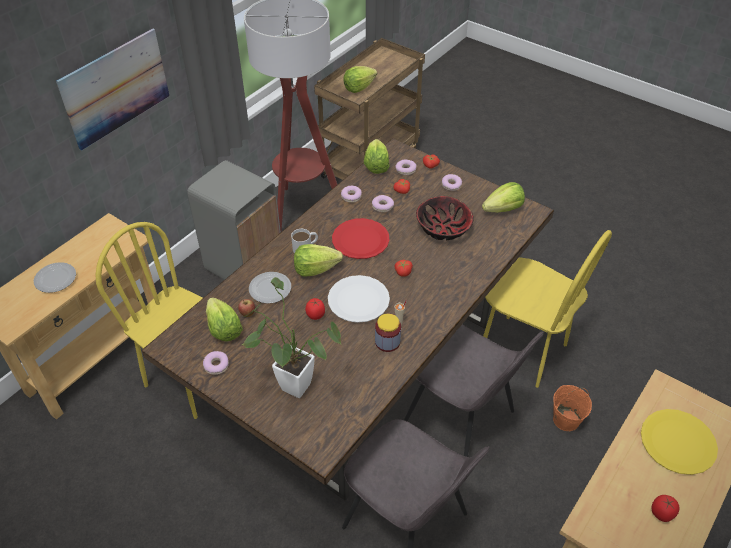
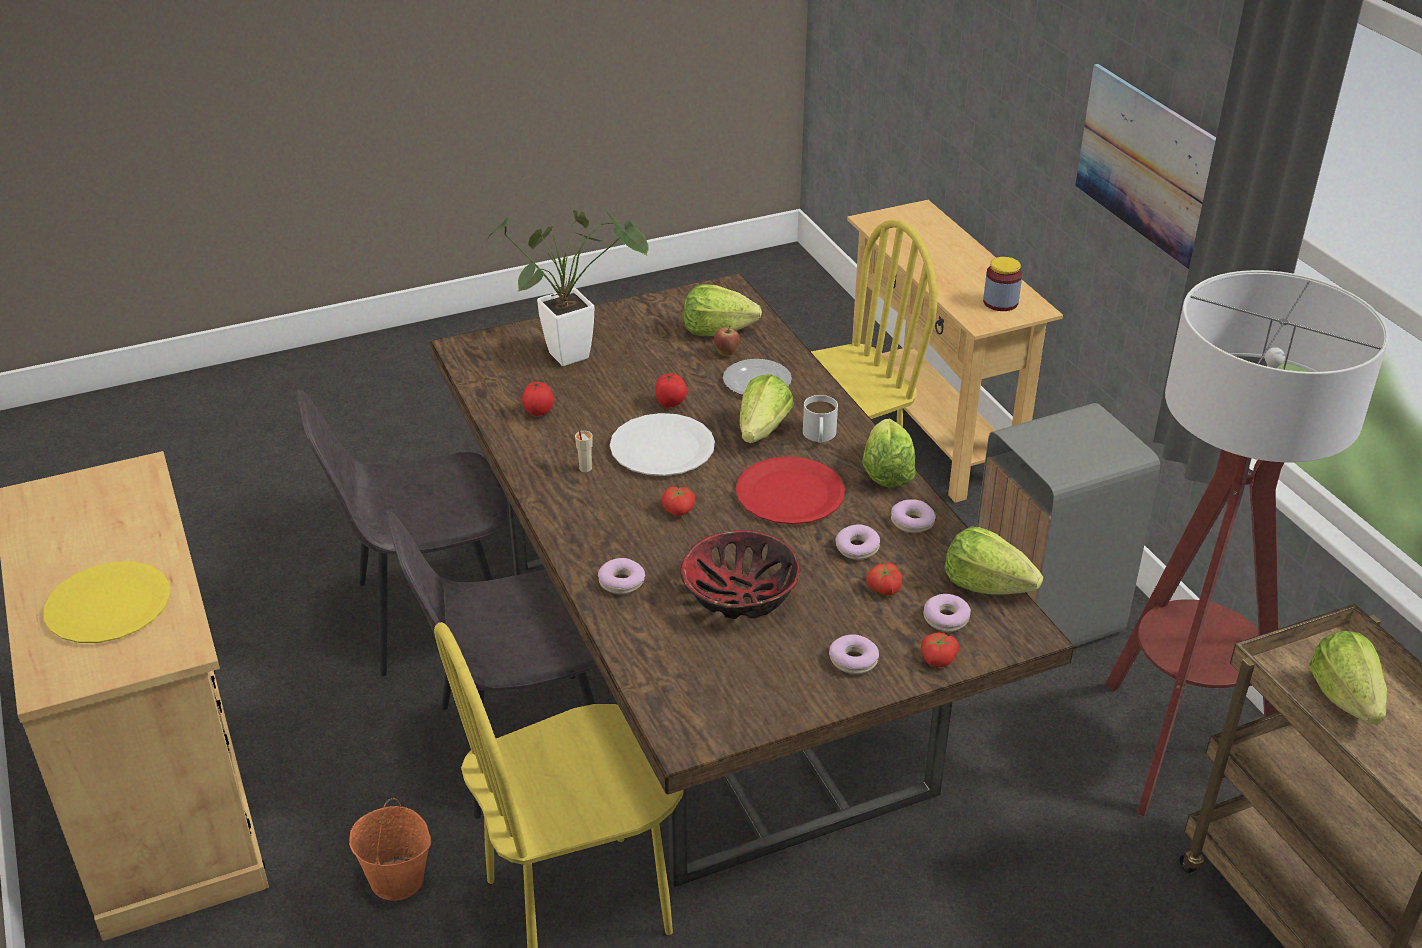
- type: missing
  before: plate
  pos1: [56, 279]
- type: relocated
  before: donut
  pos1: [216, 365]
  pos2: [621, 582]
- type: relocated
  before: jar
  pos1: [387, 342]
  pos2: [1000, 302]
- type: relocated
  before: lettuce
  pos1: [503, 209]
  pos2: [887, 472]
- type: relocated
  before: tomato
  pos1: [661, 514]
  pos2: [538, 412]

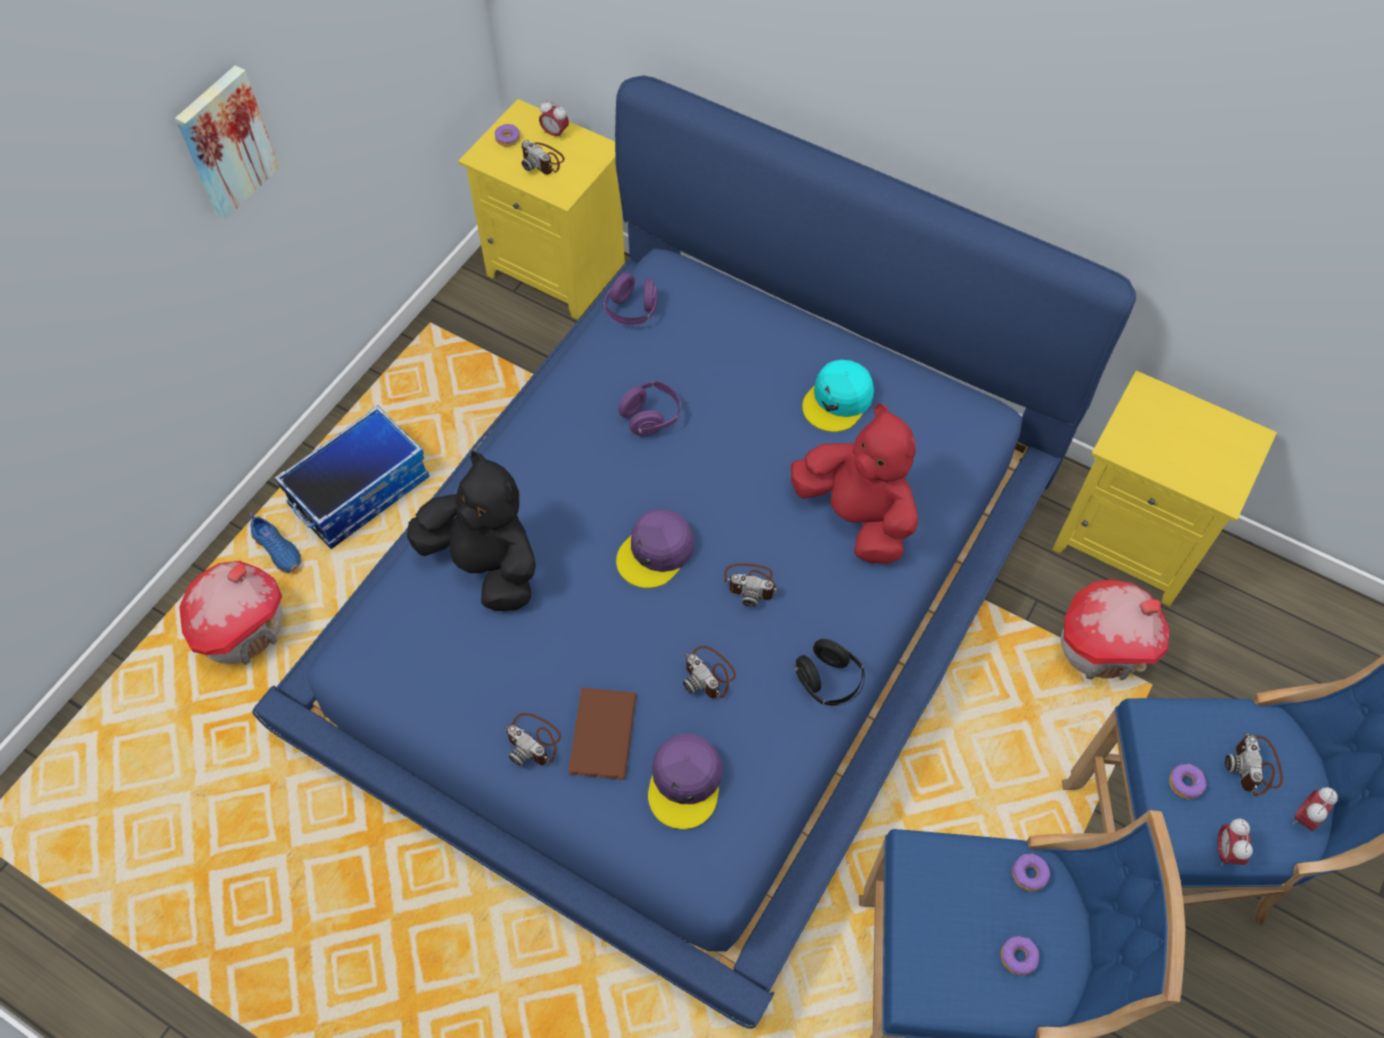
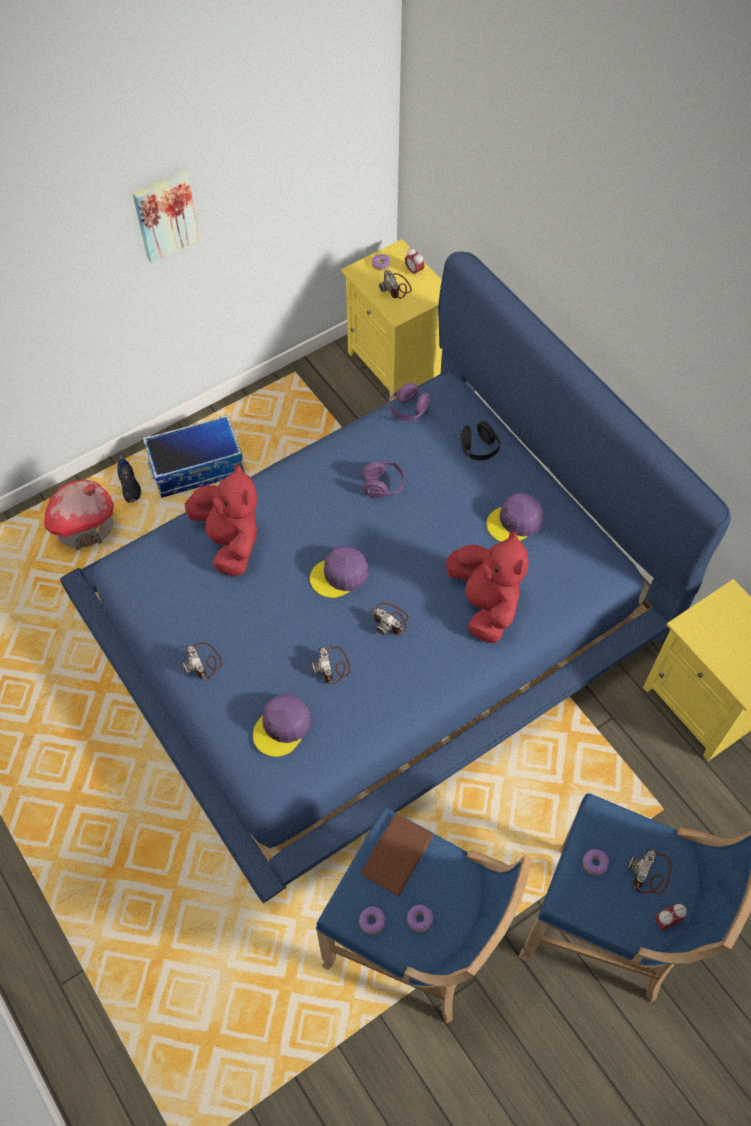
- type: missing
  before: toy house
  pos1: [1102, 648]
- type: missing
  before: alarm clock
  pos1: [1225, 851]
- type: relocated
  before: brown book
  pos1: [600, 736]
  pos2: [394, 855]
- type: relocated
  before: black headphones
  pos1: [828, 681]
  pos2: [479, 449]
- type: relocated
  before: donut
  pos1: [1029, 874]
  pos2: [371, 921]
- type: colour
  before: blue shoe
  after: black shoe
  pos1: [279, 549]
  pos2: [130, 485]
- type: colour
  before: black plush toy
  after: red plush toy
  pos1: [486, 565]
  pos2: [230, 541]
- type: colour
  before: turquoise cap
  after: purple cap
  pos1: [838, 401]
  pos2: [515, 522]

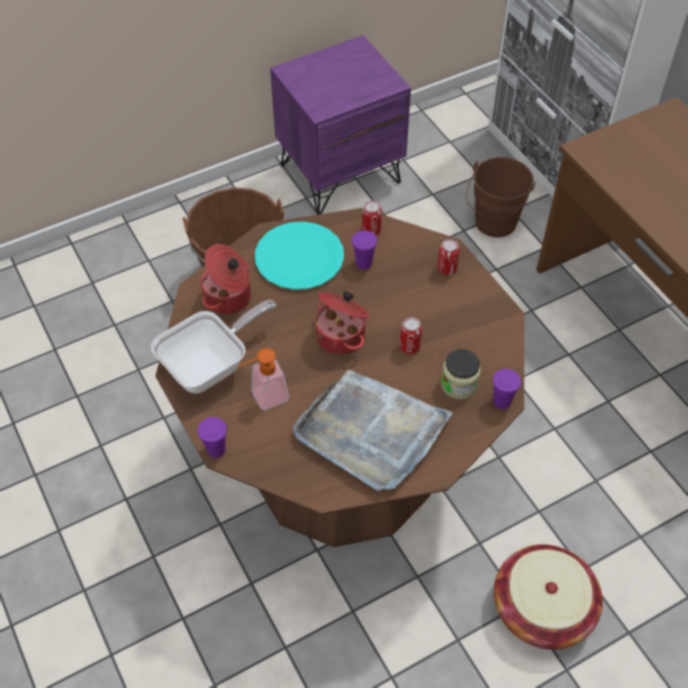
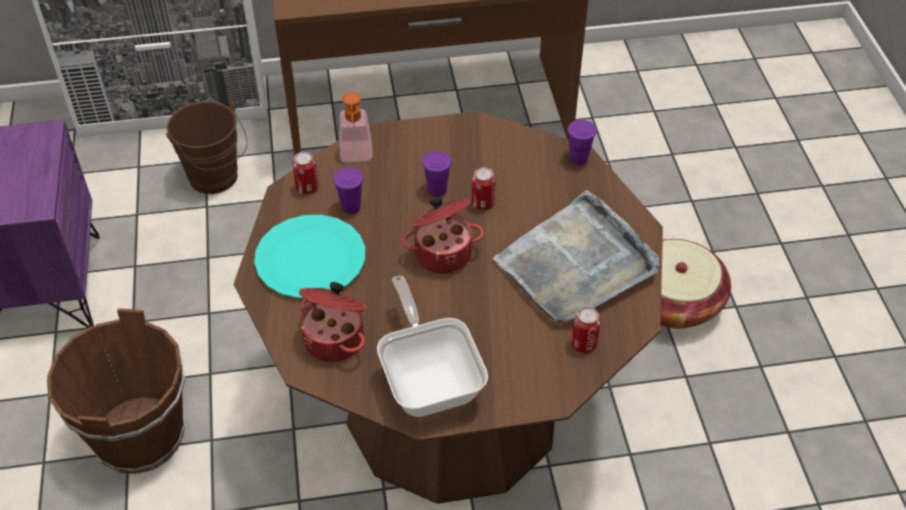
- type: missing
  before: jar
  pos1: [459, 384]
- type: relocated
  before: purple cup
  pos1: [216, 450]
  pos2: [437, 190]
- type: relocated
  before: soap dispenser
  pos1: [264, 398]
  pos2: [356, 157]
- type: relocated
  before: can
  pos1: [447, 269]
  pos2: [583, 344]

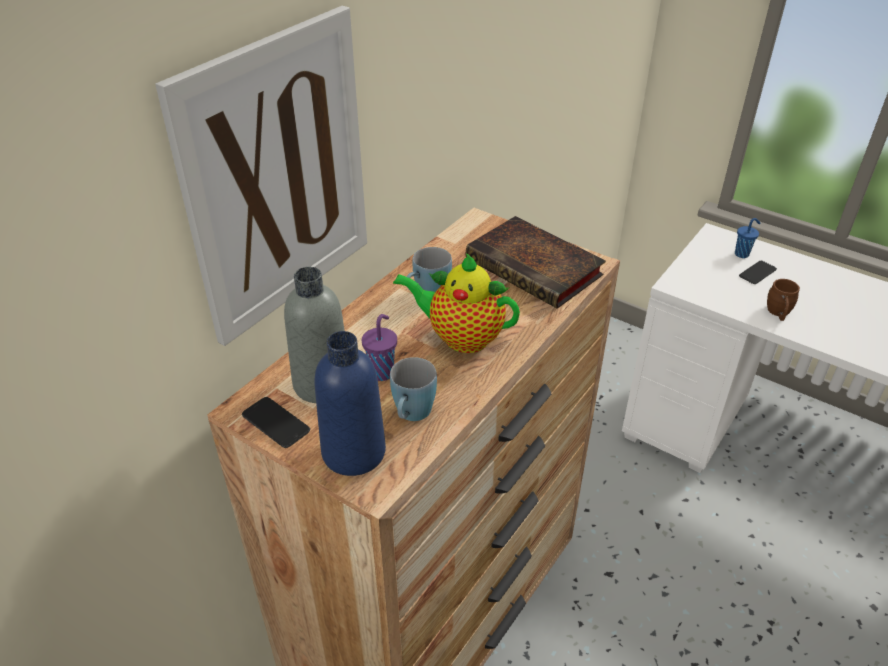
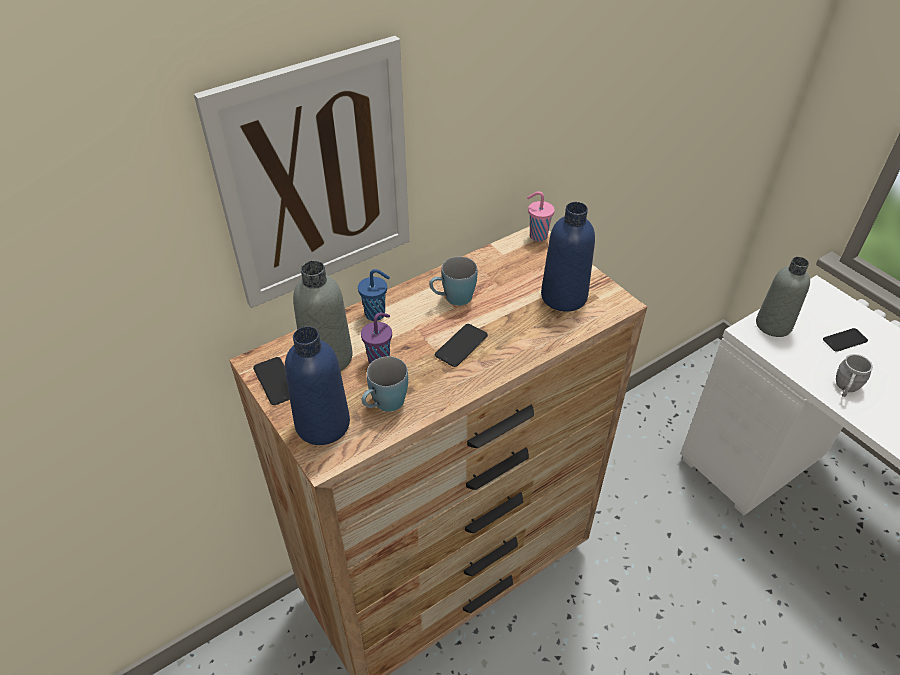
- type: appeared
  after: pink cup
  pos2: [537, 236]
- type: appeared
  after: grey bottle
  pos2: [773, 325]
- type: relocated
  before: blue cup
  pos1: [742, 254]
  pos2: [376, 314]
- type: exchanged
  before: teapot
  after: phone
  pos1: [461, 337]
  pos2: [461, 346]
- type: exchanged
  before: book
  after: blue bottle
  pos1: [537, 269]
  pos2: [564, 296]
- type: colour
  before: brown mug
  after: grey mug
  pos1: [778, 314]
  pos2: [845, 388]

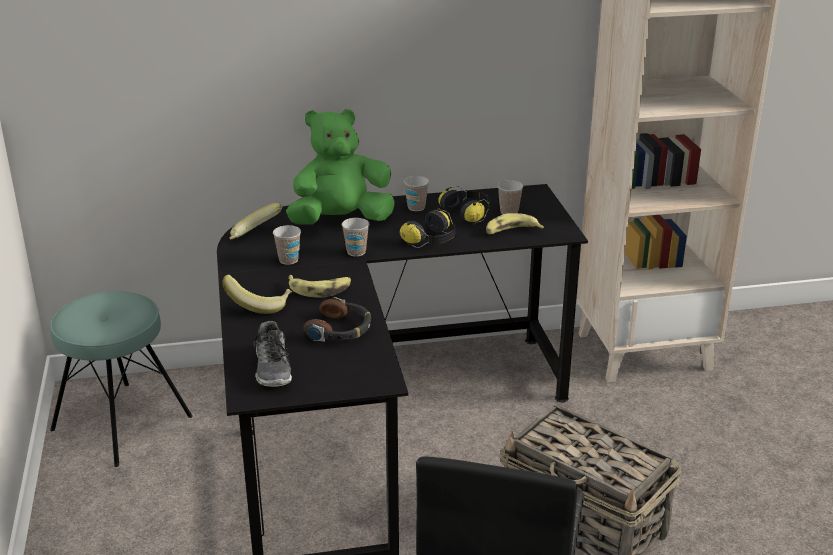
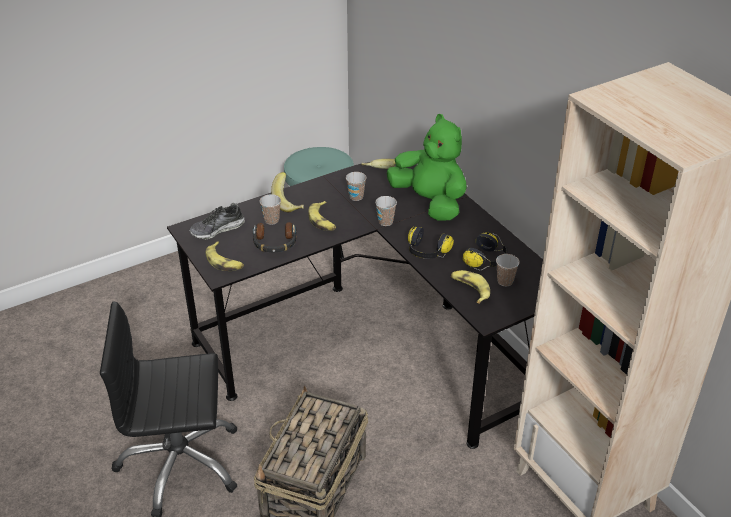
- type: appeared
  after: banana
  pos2: [224, 262]
- type: relocated
  before: cup
  pos1: [416, 207]
  pos2: [271, 220]

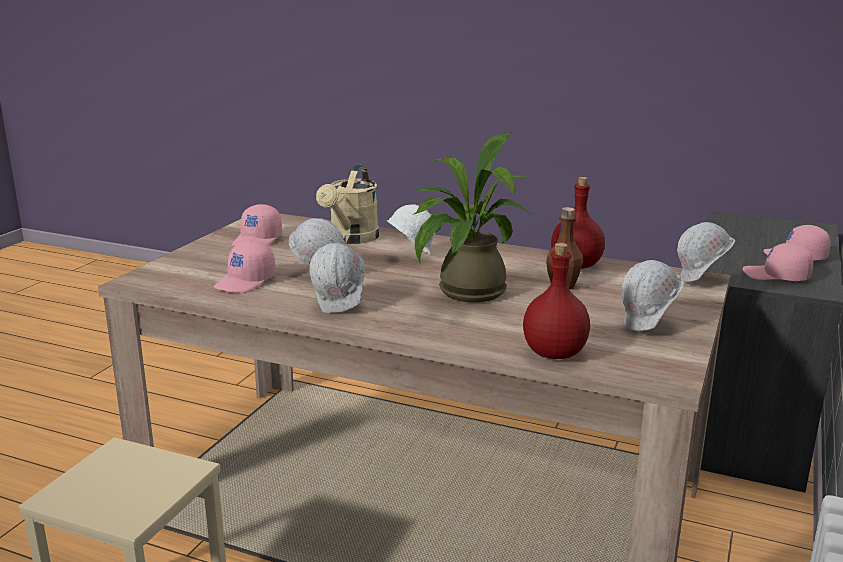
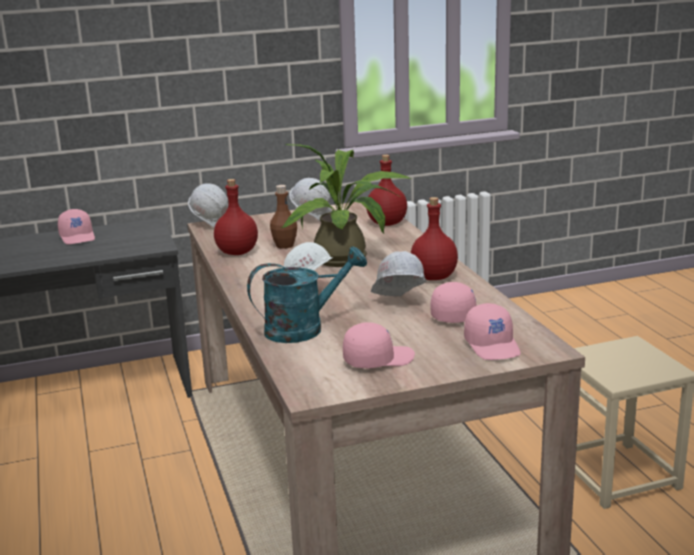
- type: relocated
  before: pink cap
  pos1: [776, 276]
  pos2: [493, 346]
- type: exchanged
  before: white hard hat
  after: red bottle
  pos1: [340, 305]
  pos2: [433, 277]
- type: colour
  before: beige watering can
  after: turquoise watering can
  pos1: [351, 239]
  pos2: [304, 328]

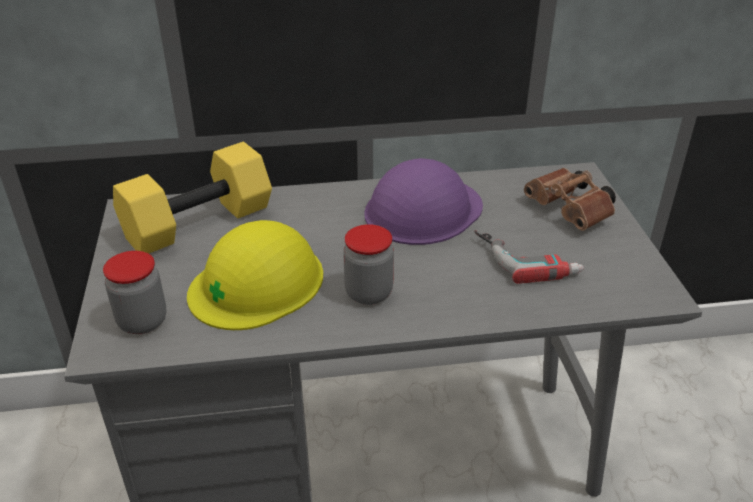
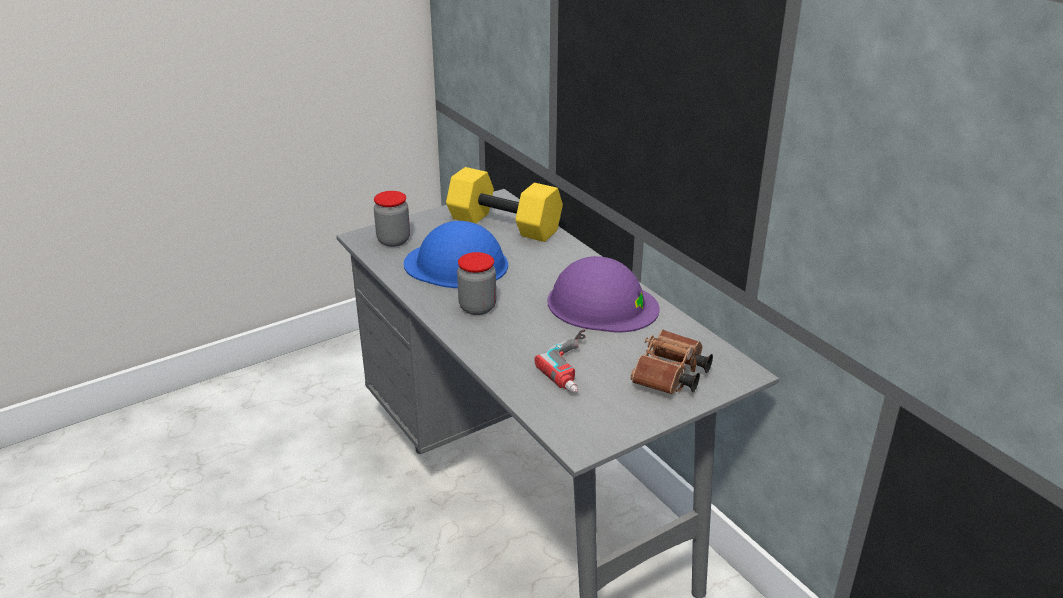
- type: colour
  before: yellow hard hat
  after: blue hard hat
  pos1: [257, 283]
  pos2: [457, 264]

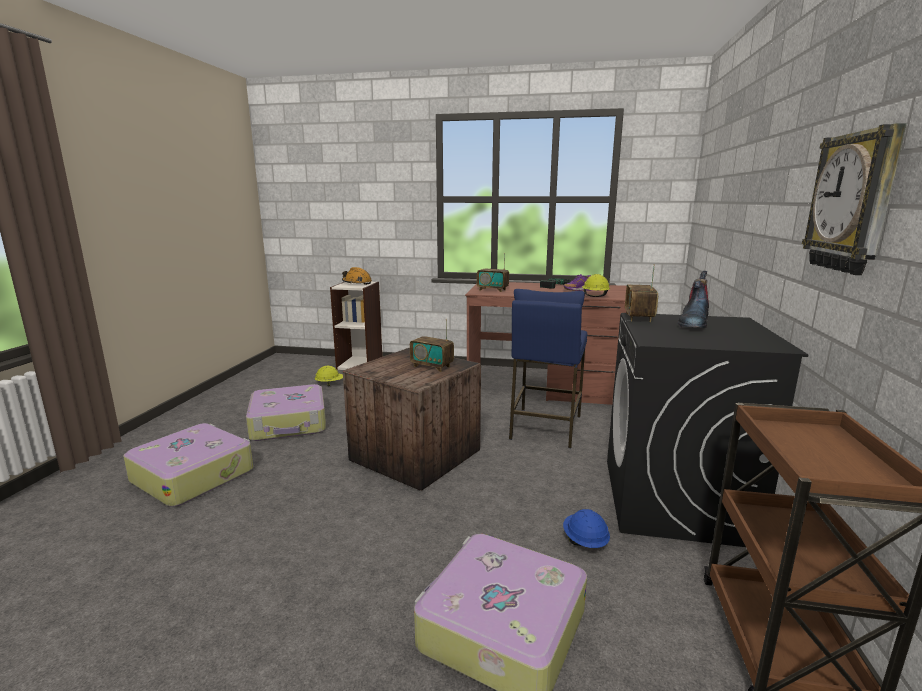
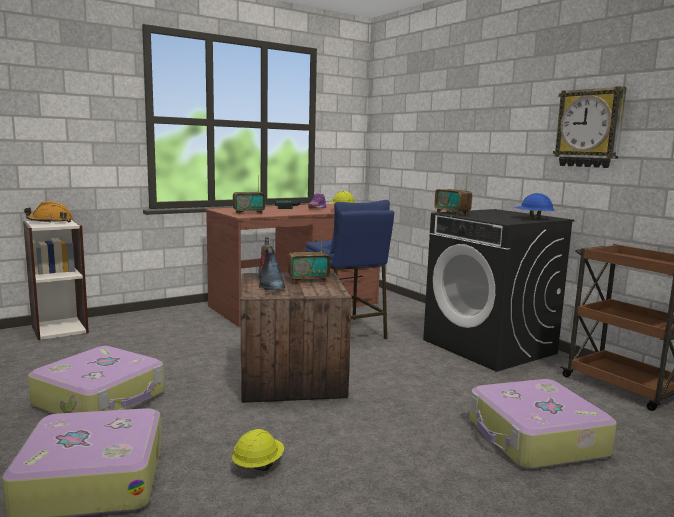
- type: relocated
  before: yellow hard hat
  pos1: [330, 384]
  pos2: [258, 466]
- type: relocated
  before: blue hard hat
  pos1: [584, 542]
  pos2: [532, 219]
- type: relocated
  before: boot
  pos1: [693, 323]
  pos2: [270, 285]

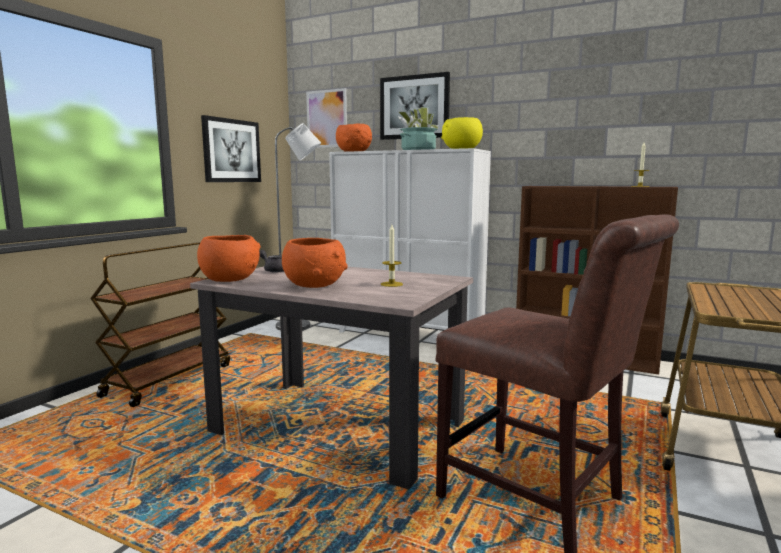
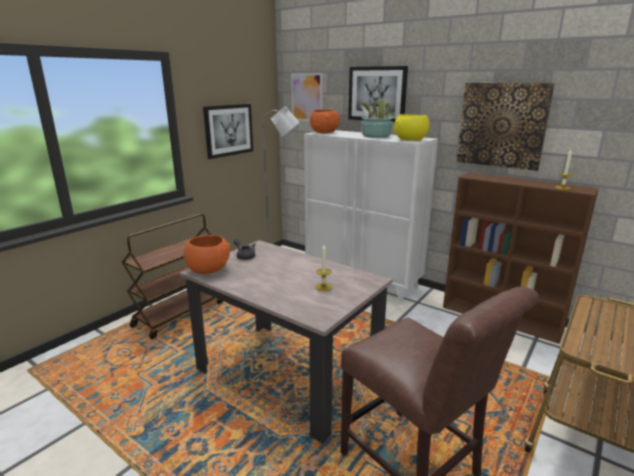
- type: missing
  before: orange bowl
  pos1: [316, 285]
- type: appeared
  after: picture
  pos2: [502, 125]

